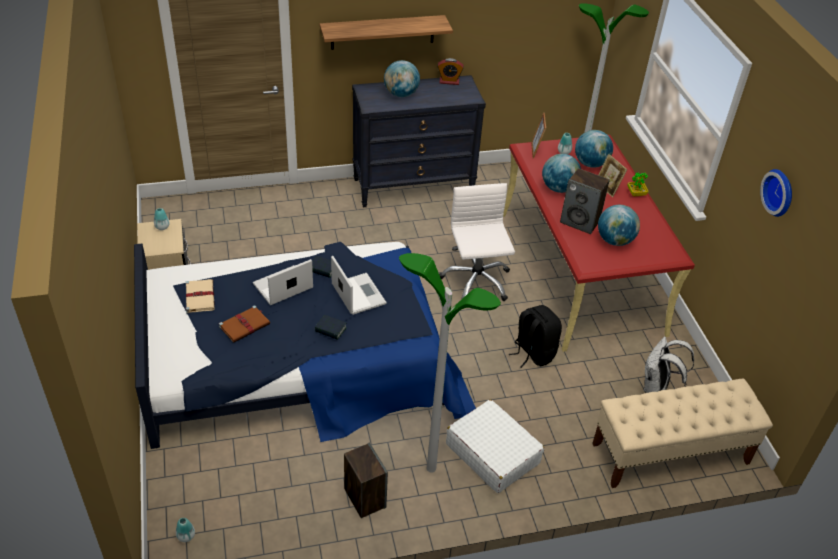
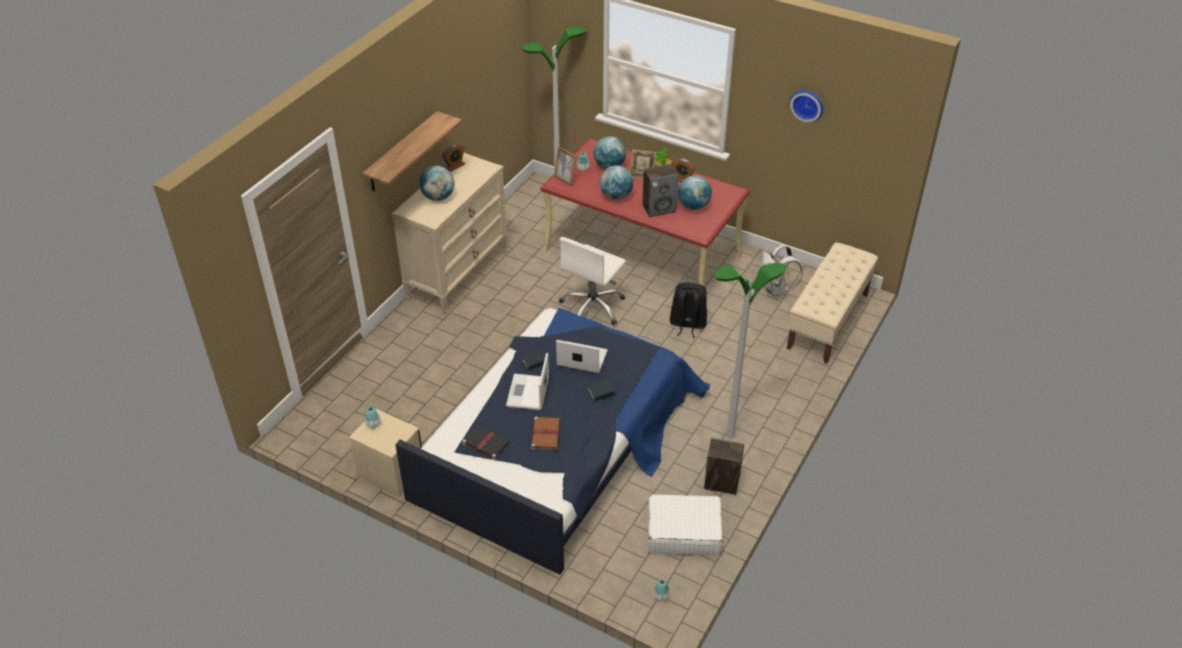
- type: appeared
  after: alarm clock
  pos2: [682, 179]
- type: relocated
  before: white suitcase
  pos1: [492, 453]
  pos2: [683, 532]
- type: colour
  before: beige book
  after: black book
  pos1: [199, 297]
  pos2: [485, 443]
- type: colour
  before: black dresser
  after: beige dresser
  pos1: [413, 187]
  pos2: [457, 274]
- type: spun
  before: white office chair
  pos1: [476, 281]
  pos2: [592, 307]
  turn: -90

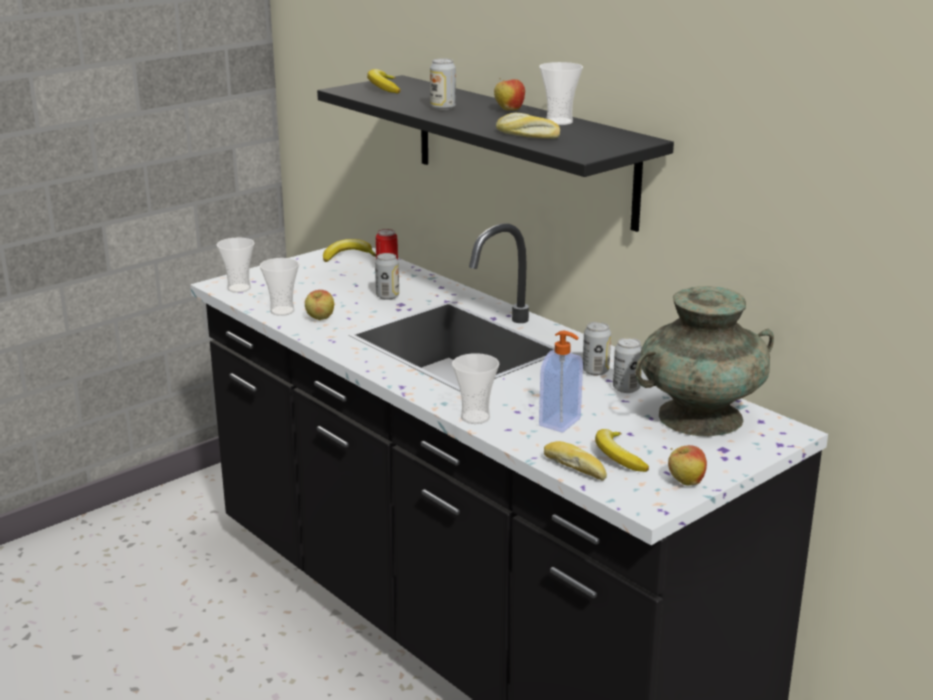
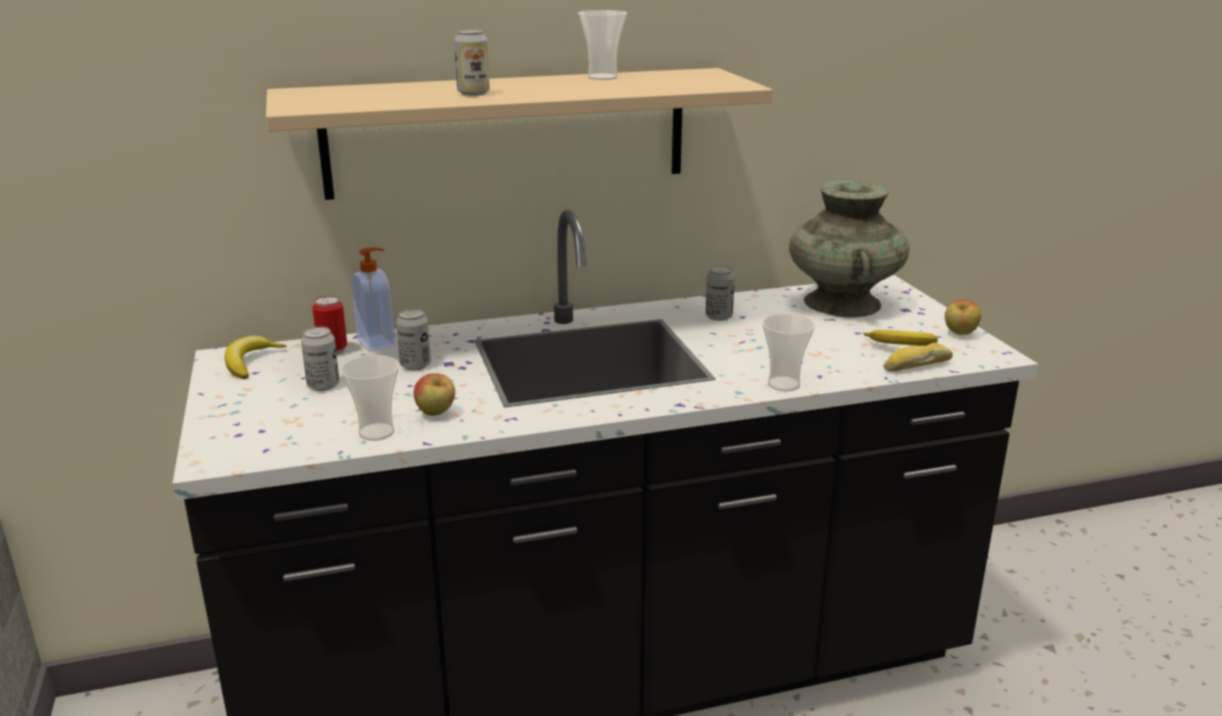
- type: missing
  before: cup
  pos1: [239, 288]
- type: missing
  before: banana
  pos1: [383, 88]
- type: missing
  before: apple
  pos1: [509, 110]
- type: missing
  before: bread
  pos1: [526, 135]
- type: relocated
  before: soap dispenser
  pos1: [561, 423]
  pos2: [377, 343]
- type: relocated
  before: can
  pos1: [626, 388]
  pos2: [323, 386]
- type: colour
  before: black shelf
  after: beige shelf
  pos1: [523, 150]
  pos2: [507, 132]

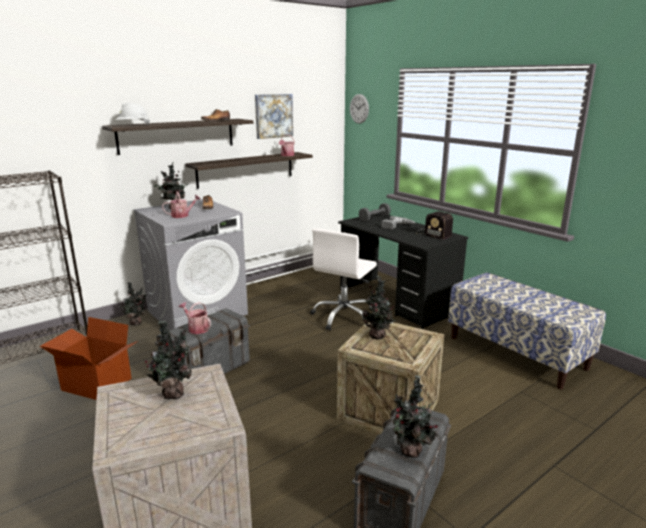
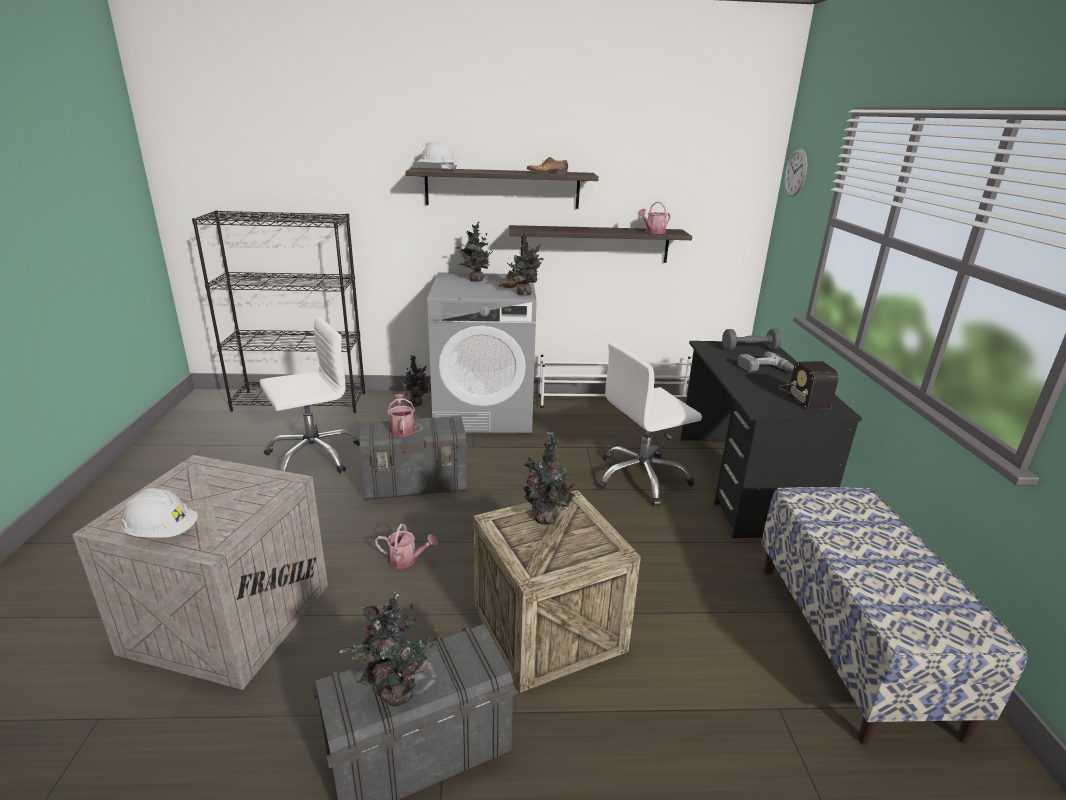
- type: missing
  before: picture
  pos1: [273, 116]
- type: appeared
  after: white hard hat
  pos2: [162, 532]
- type: relocated
  before: potted plant
  pos1: [173, 393]
  pos2: [524, 293]
- type: relocated
  before: watering can
  pos1: [182, 215]
  pos2: [406, 560]
- type: exchanged
  before: cardboard box
  after: white office chair
  pos1: [95, 385]
  pos2: [313, 455]

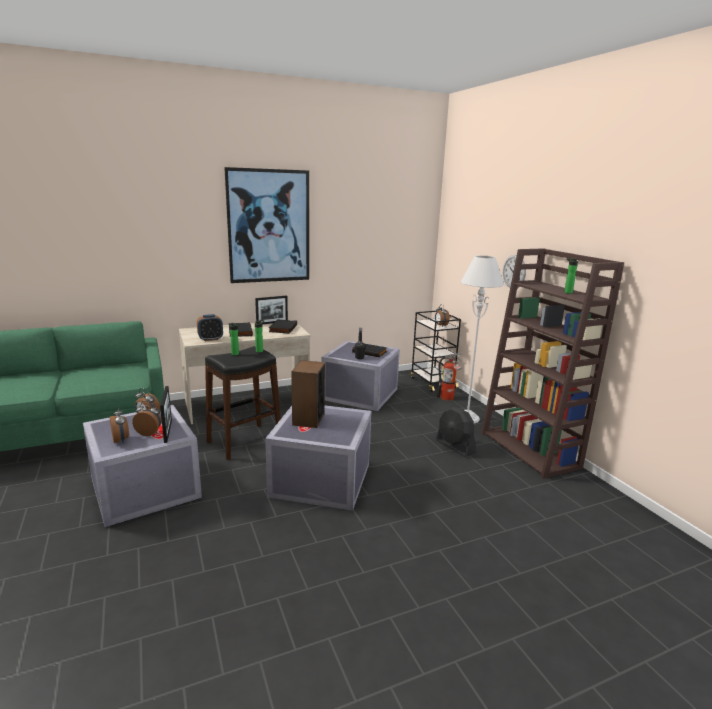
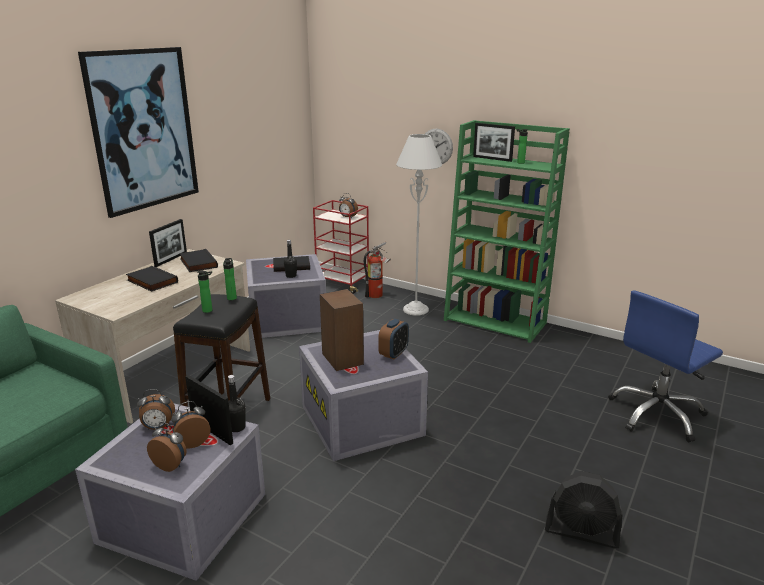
- type: appeared
  after: black bottle
  pos2: [237, 427]
- type: appeared
  after: picture frame
  pos2: [492, 159]
- type: appeared
  after: blue office chair
  pos2: [657, 414]
- type: relocated
  before: alarm clock
  pos1: [210, 339]
  pos2: [393, 353]
- type: relocated
  before: black fan
  pos1: [455, 447]
  pos2: [581, 532]
- type: colour
  before: black cart
  after: red cart
  pos1: [432, 382]
  pos2: [343, 283]
- type: colour
  before: brown bookcase
  after: green bookcase
  pos1: [530, 450]
  pos2: [496, 321]

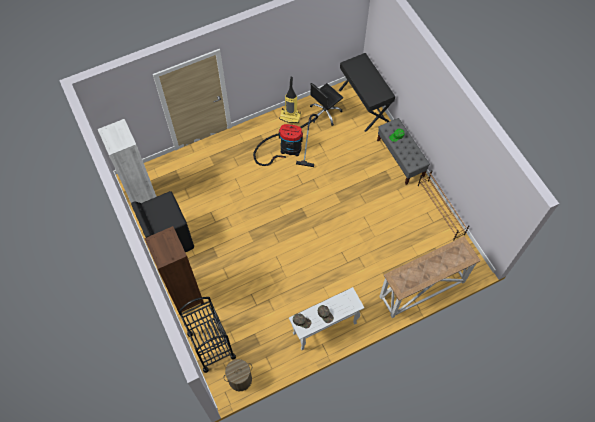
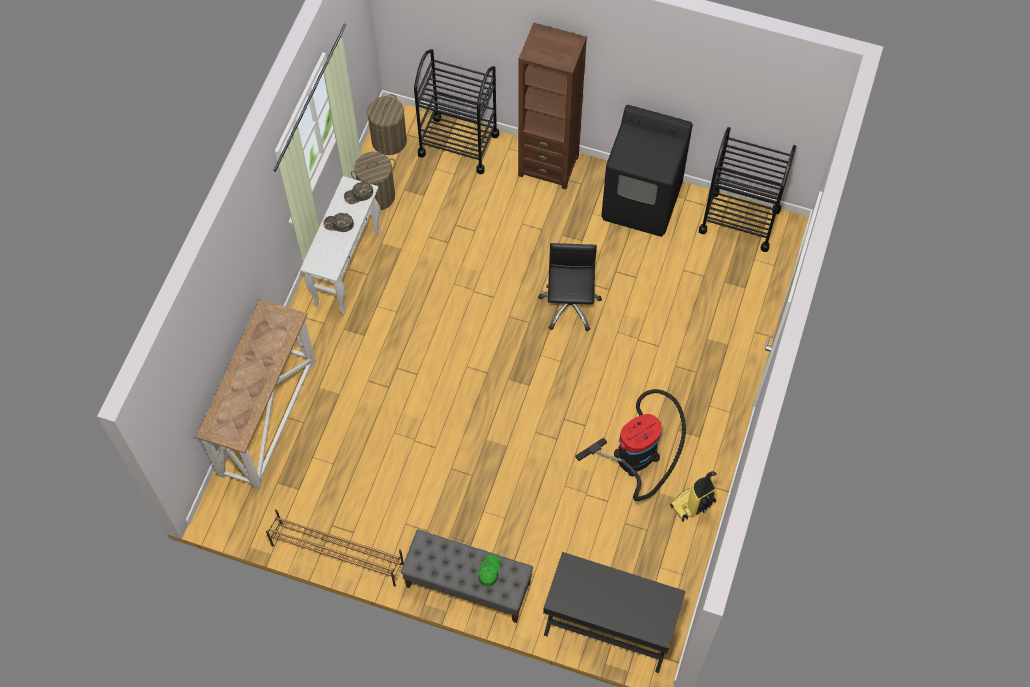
- type: appeared
  after: laundry basket
  pos2: [377, 196]
- type: relocated
  before: black office chair
  pos1: [325, 113]
  pos2: [569, 306]
- type: exchanged
  before: white bookcase
  after: black cart
  pos1: [142, 197]
  pos2: [739, 220]

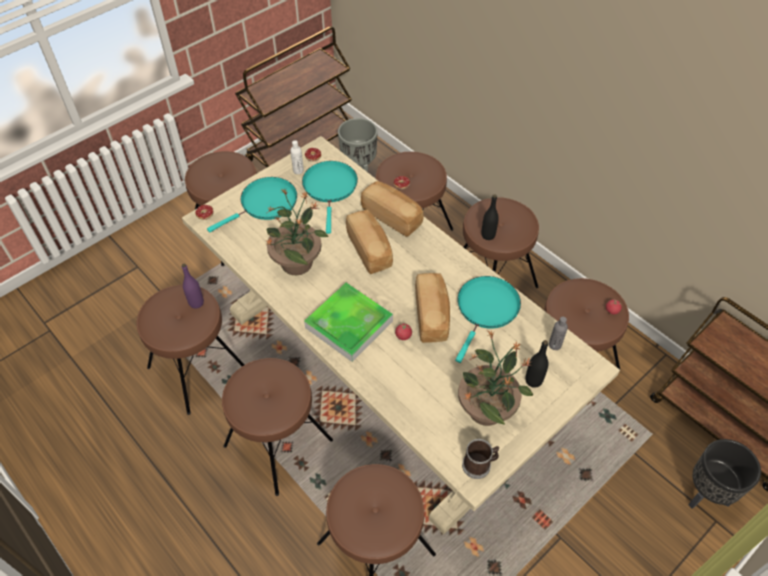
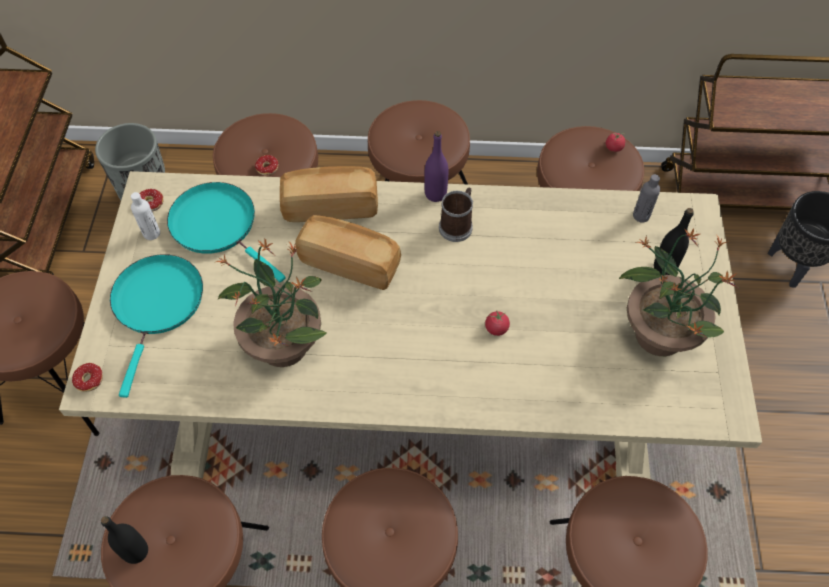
- type: missing
  before: tray
  pos1: [349, 324]
- type: missing
  before: bread
  pos1: [432, 316]
- type: missing
  before: turquoise frying pan
  pos1: [486, 309]
- type: relocated
  before: purple bottle
  pos1: [196, 303]
  pos2: [435, 194]
- type: relocated
  before: mug
  pos1: [479, 465]
  pos2: [457, 225]
- type: relocated
  before: black bottle
  pos1: [488, 235]
  pos2: [136, 551]

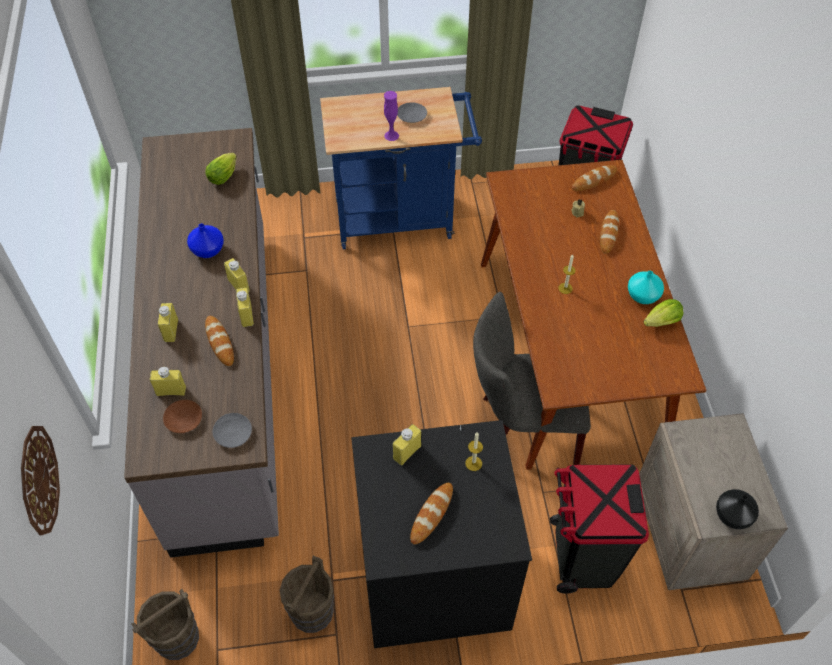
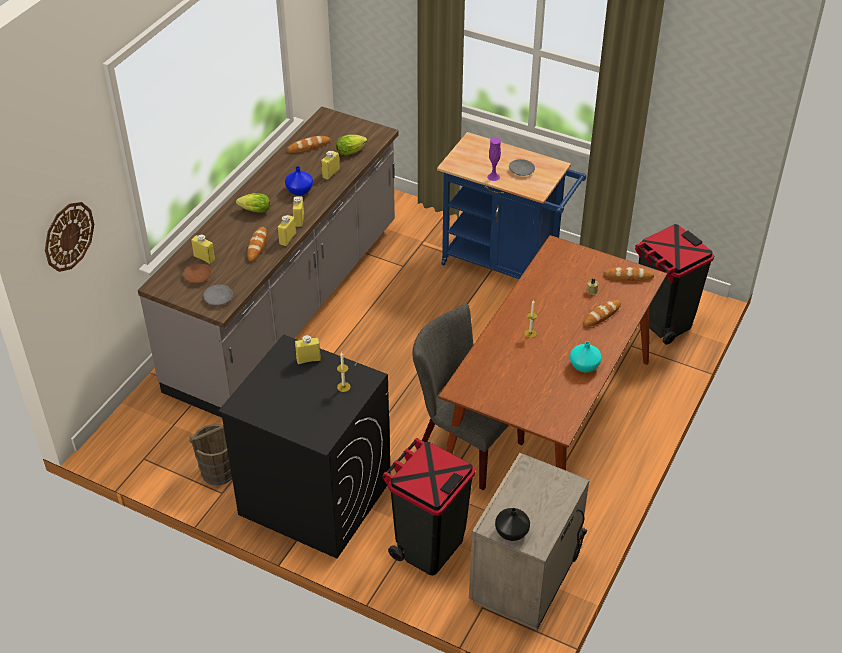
- type: missing
  before: brown bucket
  pos1: [176, 638]
- type: relocated
  before: yellow bottle
  pos1: [171, 331]
  pos2: [331, 173]
- type: relocated
  before: bread
  pos1: [431, 514]
  pos2: [308, 146]
- type: relocated
  before: lettuce
  pos1: [659, 323]
  pos2: [253, 211]

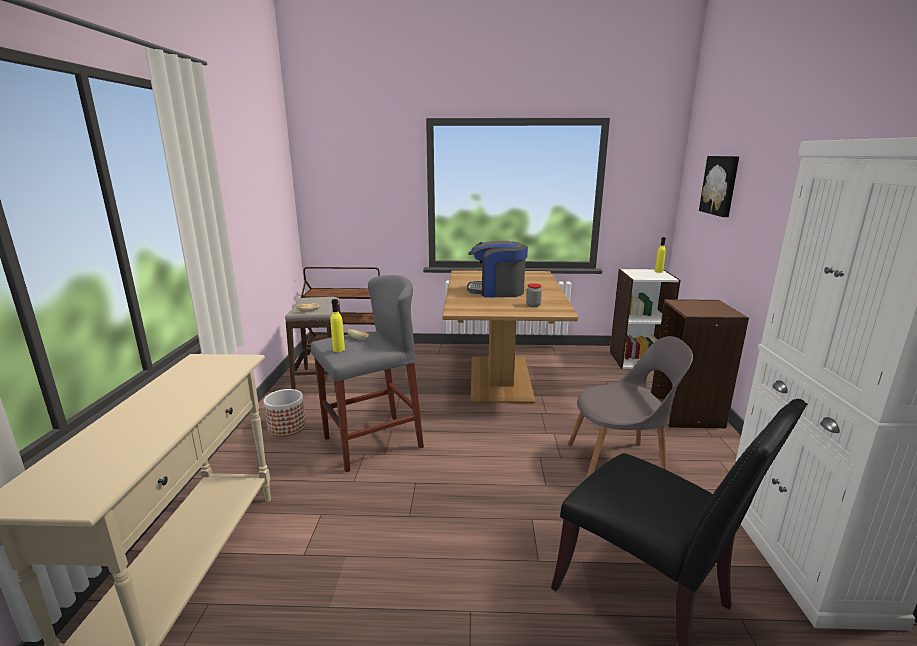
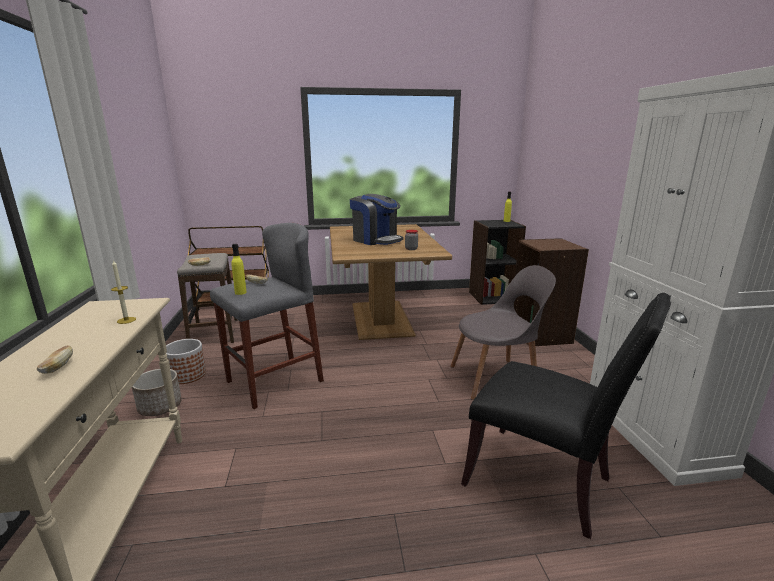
- type: missing
  before: picture
  pos1: [720, 185]
- type: appeared
  after: bread
  pos2: [57, 367]
- type: appeared
  after: candle
  pos2: [126, 320]
- type: appeared
  after: planter
  pos2: [160, 407]
- type: colour
  before: white bookcase
  after: black bookcase
  pos1: [637, 359]
  pos2: [492, 297]
- type: spun
  before: coffee machine
  pos1: [497, 291]
  pos2: [376, 240]
  turn: -135

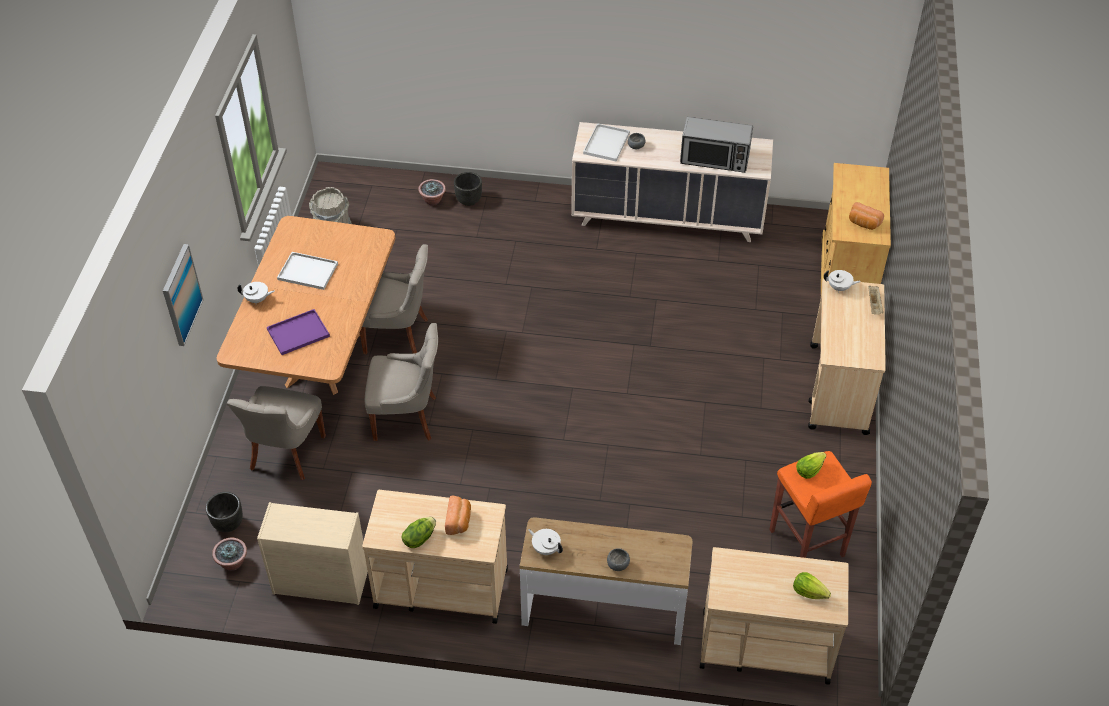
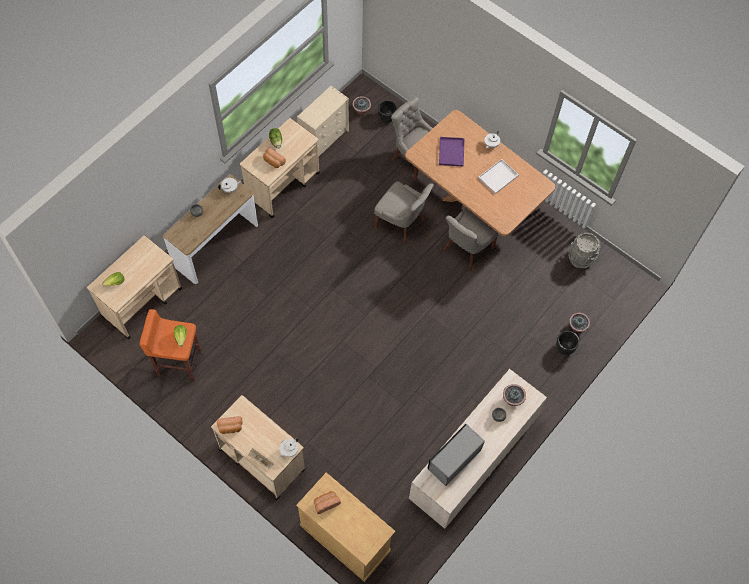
- type: missing
  before: picture
  pos1: [181, 295]
- type: appeared
  after: bread
  pos2: [230, 427]
- type: exchanged
  before: white tray
  after: potted plant
  pos1: [606, 144]
  pos2: [512, 399]
- type: spun
  before: grey chair
  pos1: [407, 417]
  pos2: [401, 223]
  turn: -90

